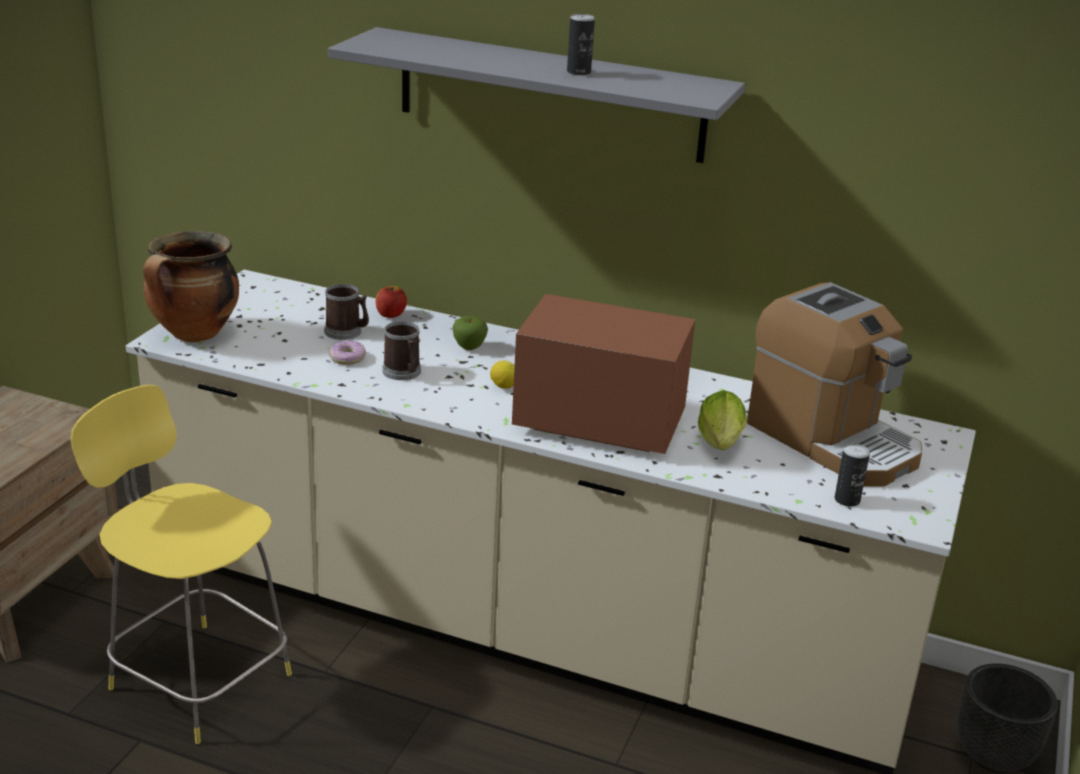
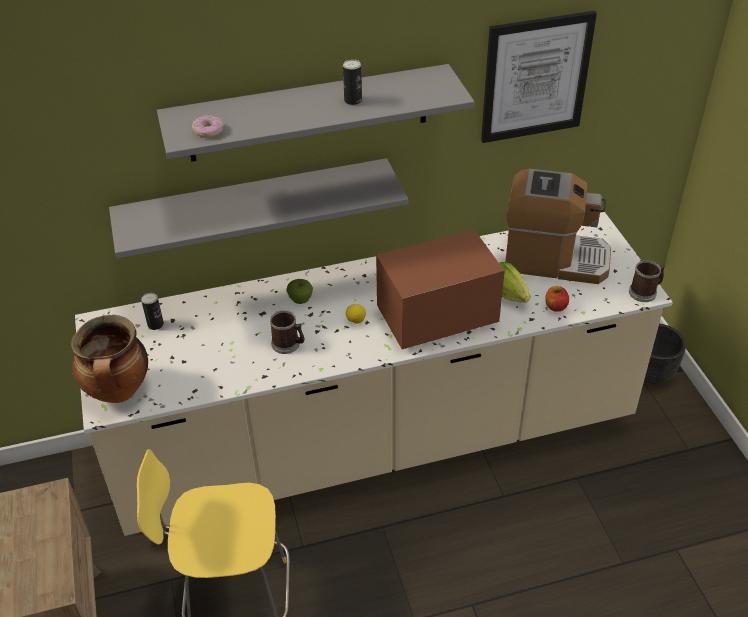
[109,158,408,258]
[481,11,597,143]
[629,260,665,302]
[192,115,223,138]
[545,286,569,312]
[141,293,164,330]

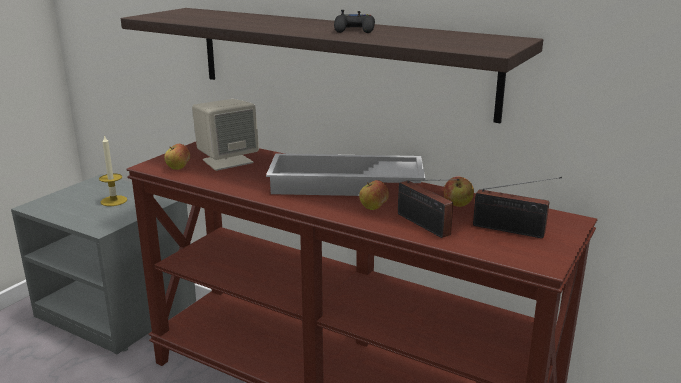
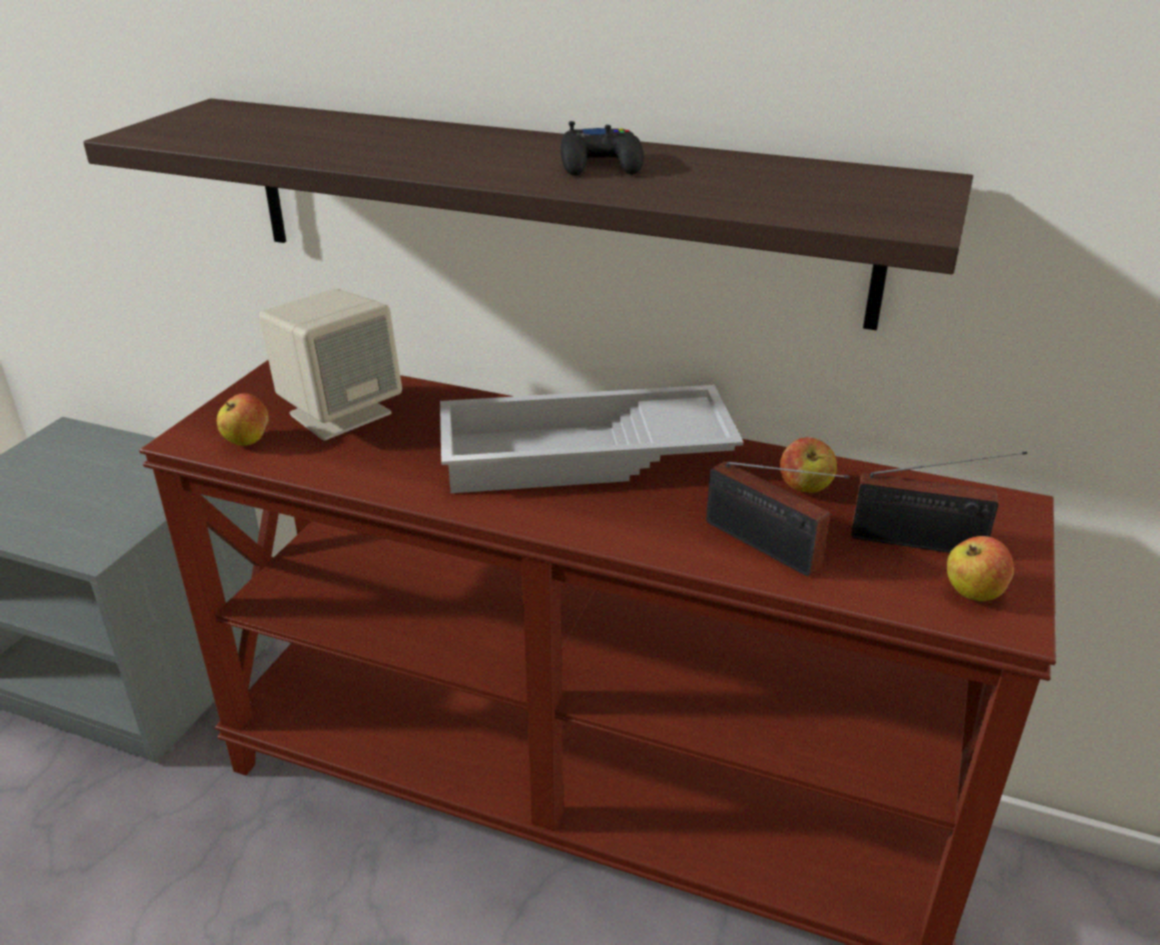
[99,135,127,206] (first image)
[947,536,1014,601]

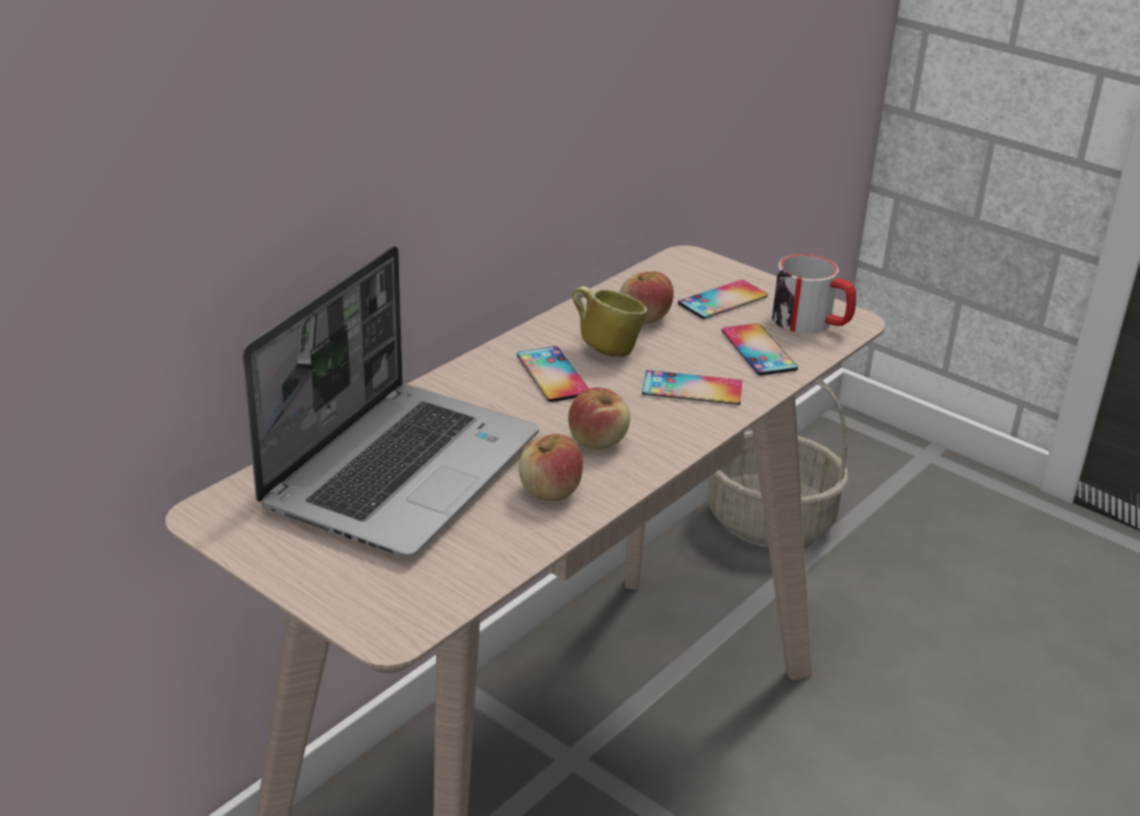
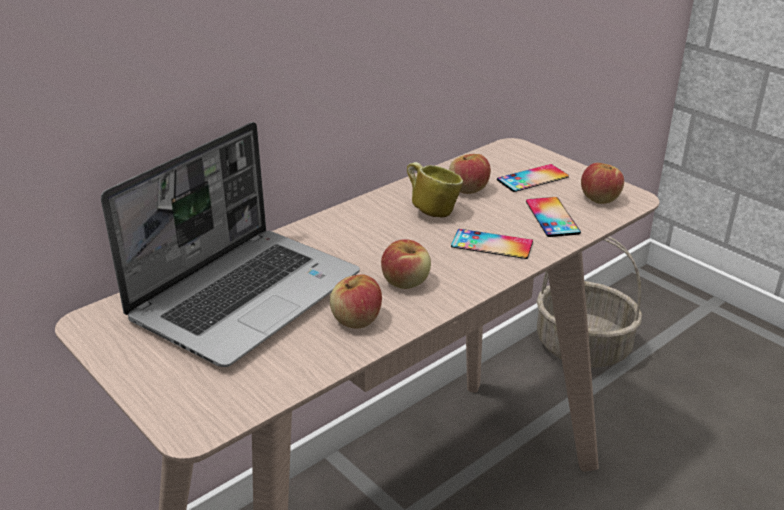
[517,346,589,402] (first image)
[581,163,624,204]

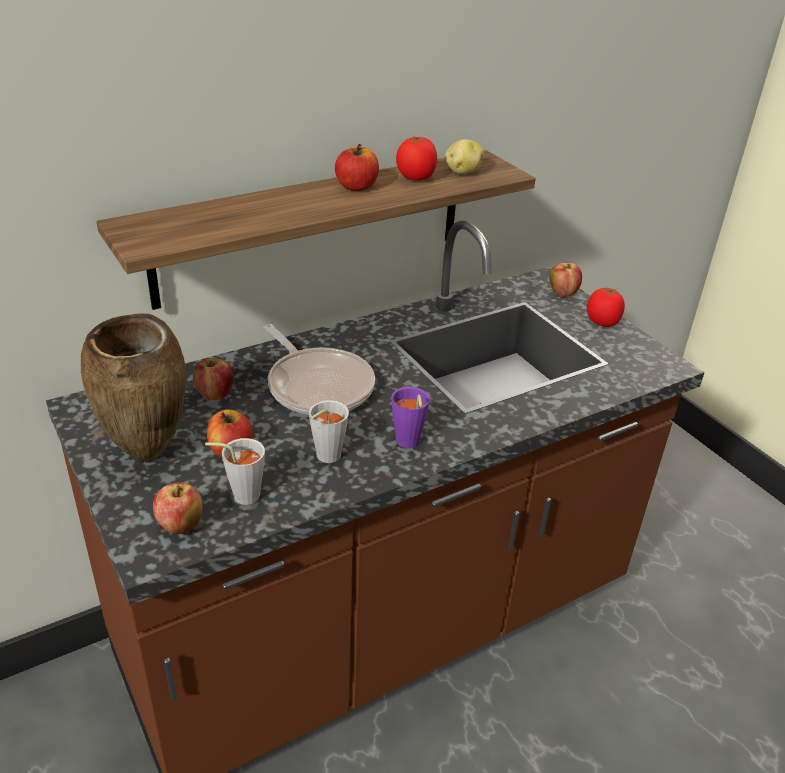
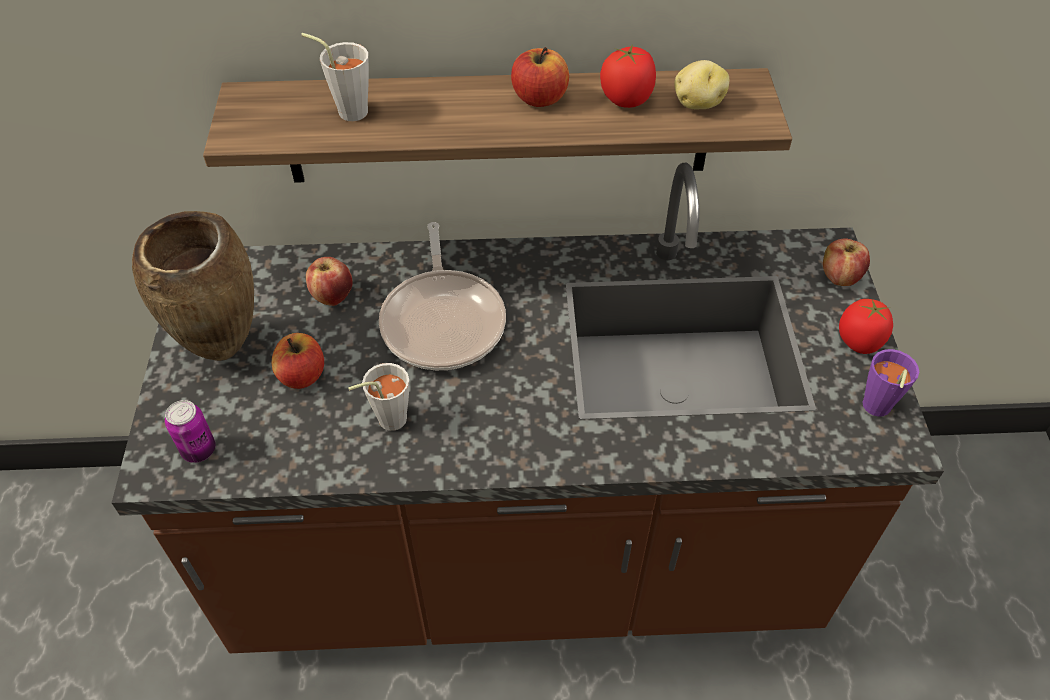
[301,33,369,121]
[862,349,919,417]
[165,400,216,463]

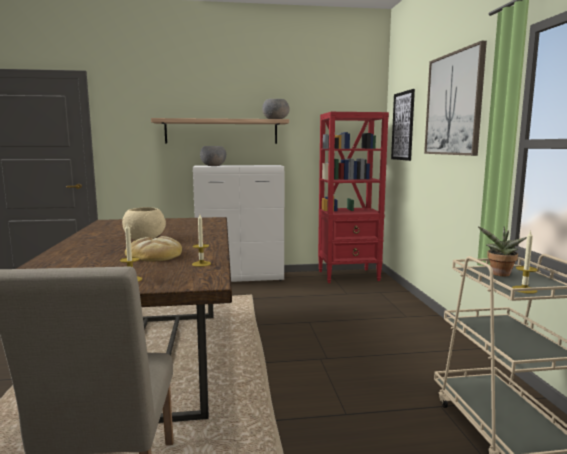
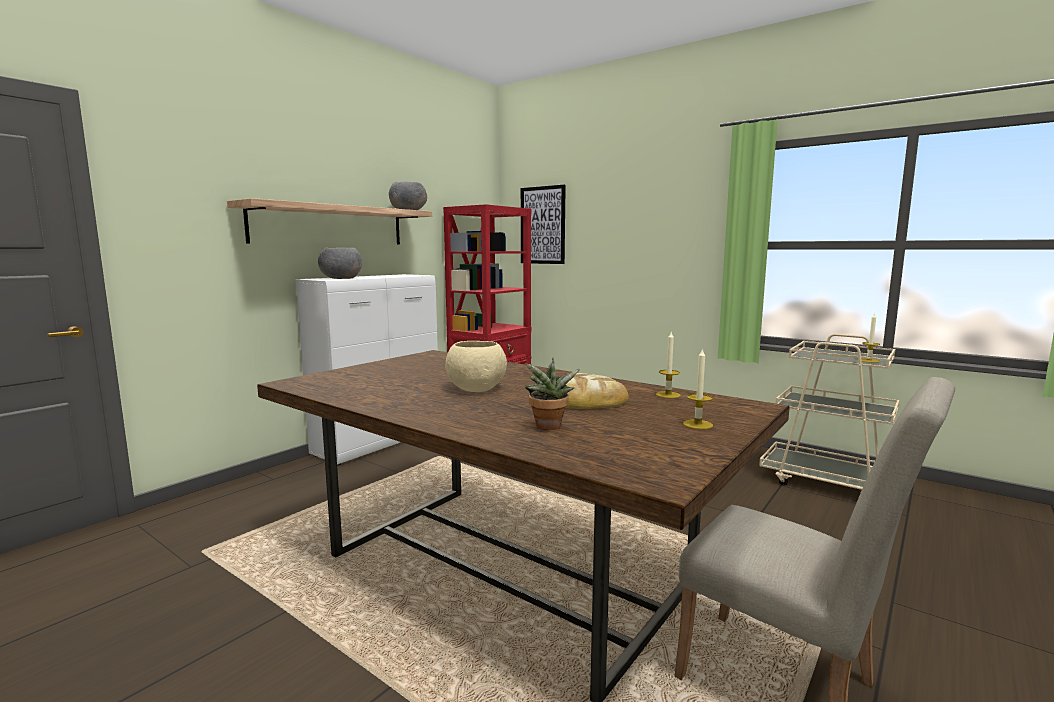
[424,41,487,156] (first image)
[525,358,580,430]

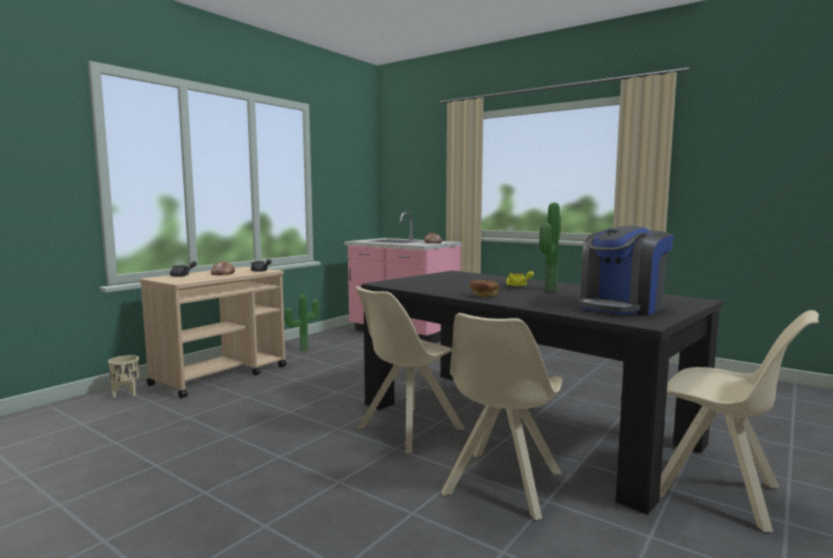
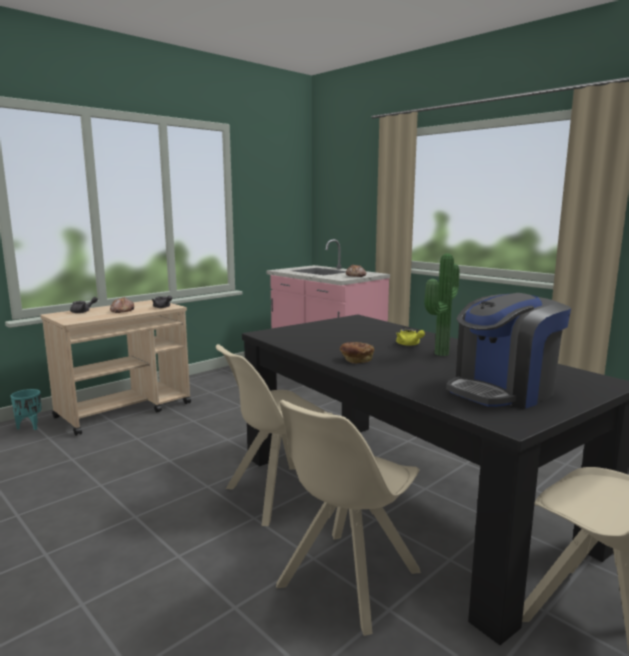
[285,294,319,351] (first image)
[11,389,42,430]

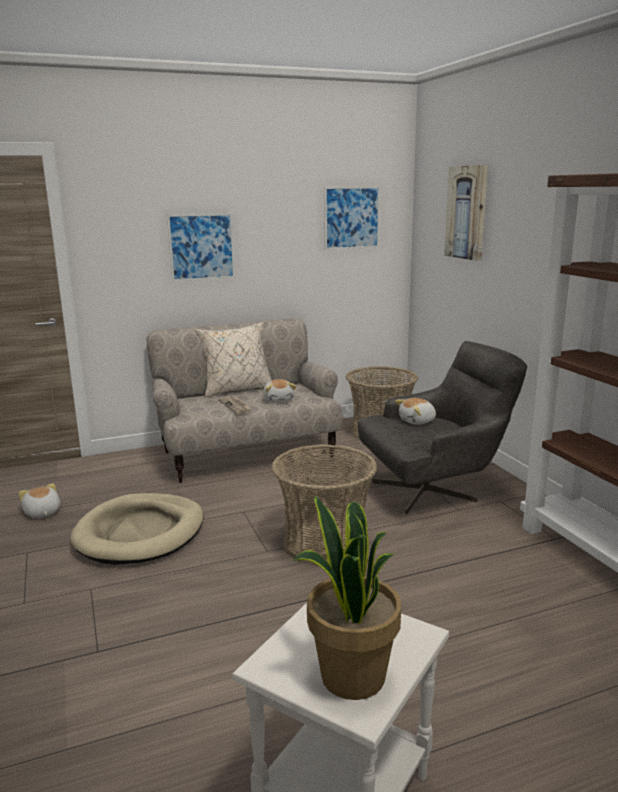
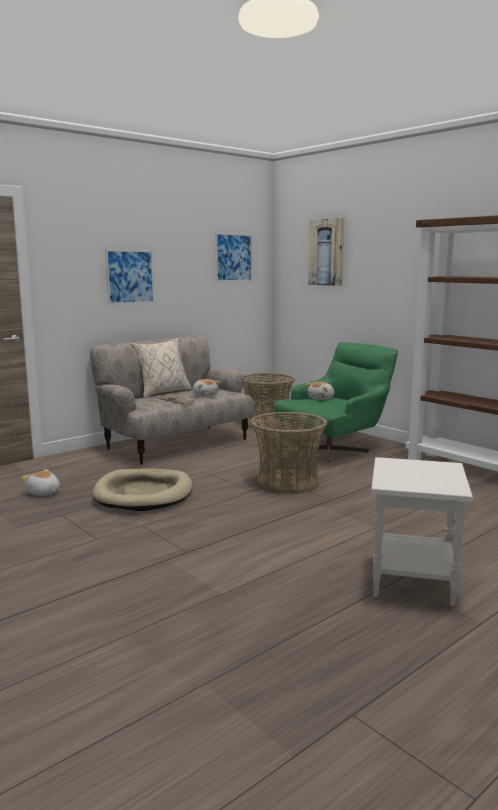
[293,495,401,700] (first image)
[275,342,398,463]

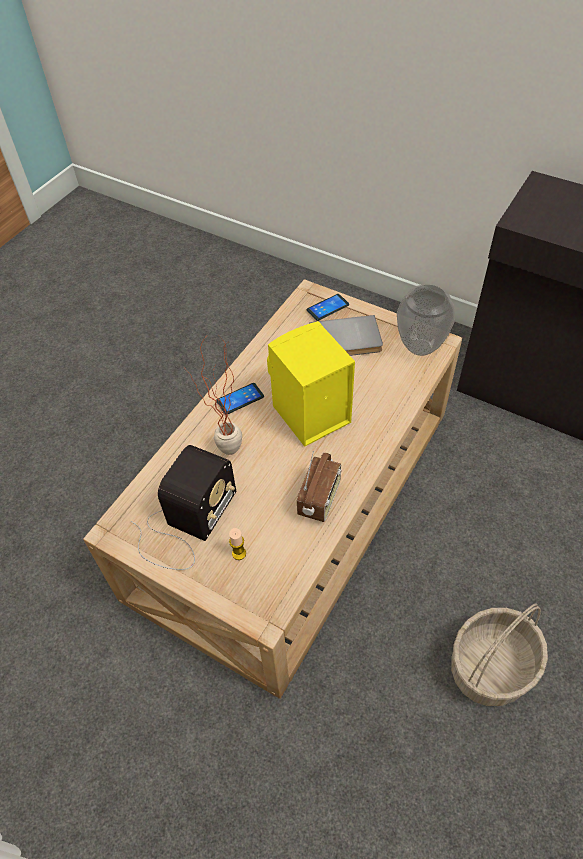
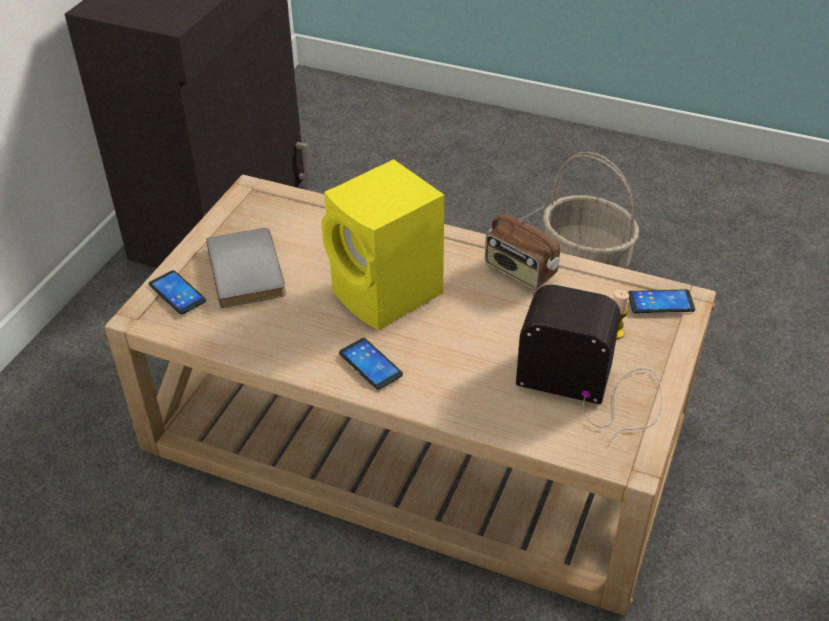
[186,336,242,455] (first image)
[397,284,455,356] (first image)
[628,289,695,313]
[485,206,560,290]

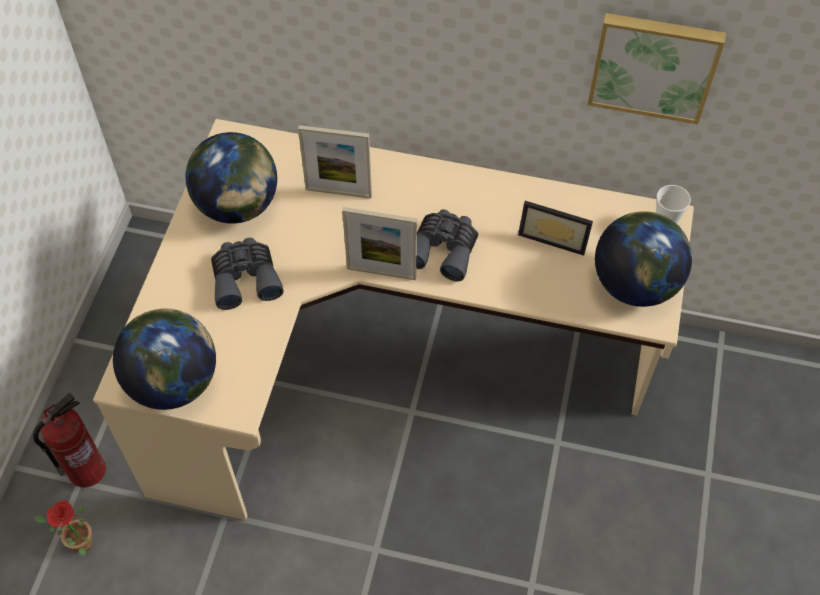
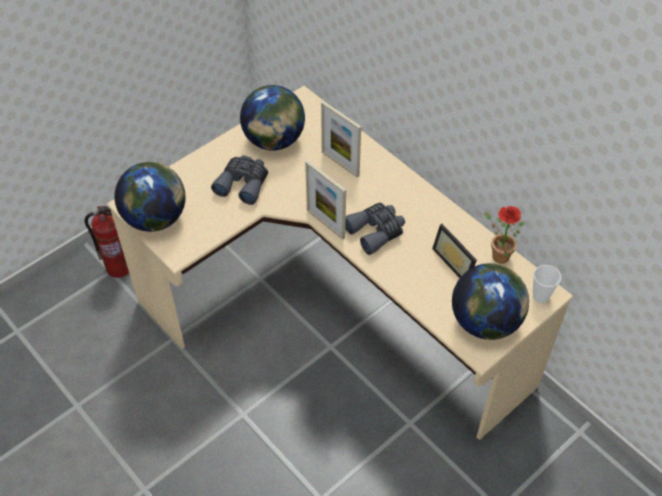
[587,13,726,124] (first image)
[484,206,525,264]

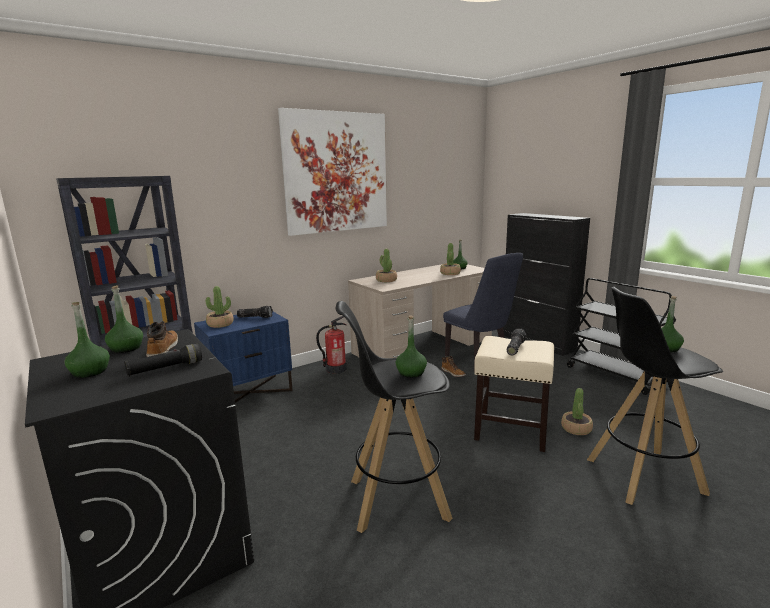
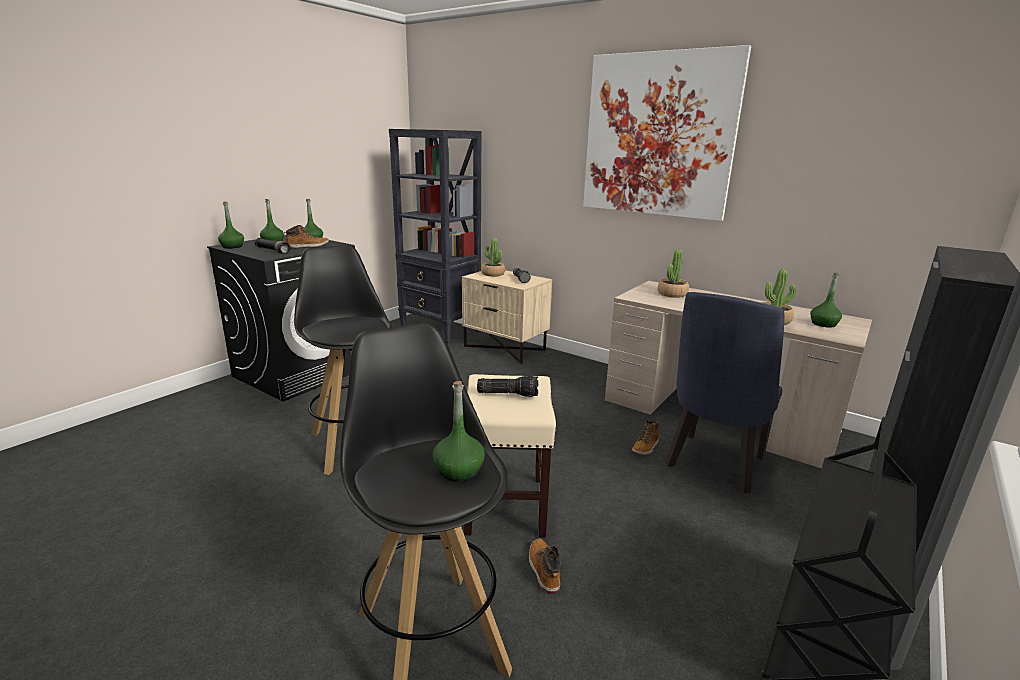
[316,316,346,374] (first image)
[218,201,244,249]
[529,538,561,594]
[462,270,552,364]

